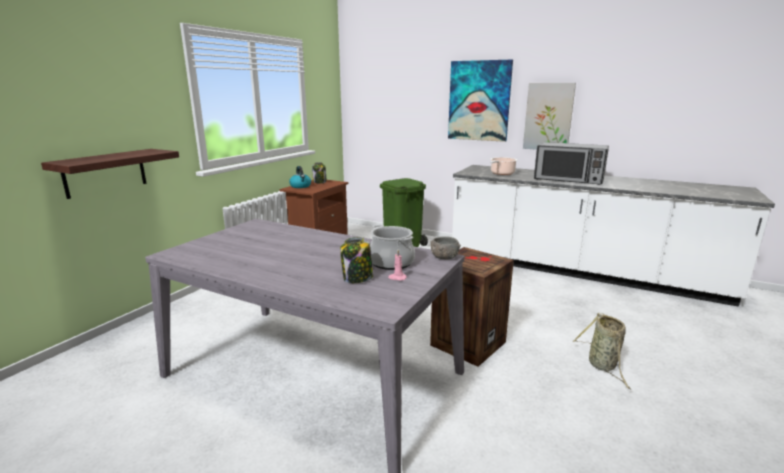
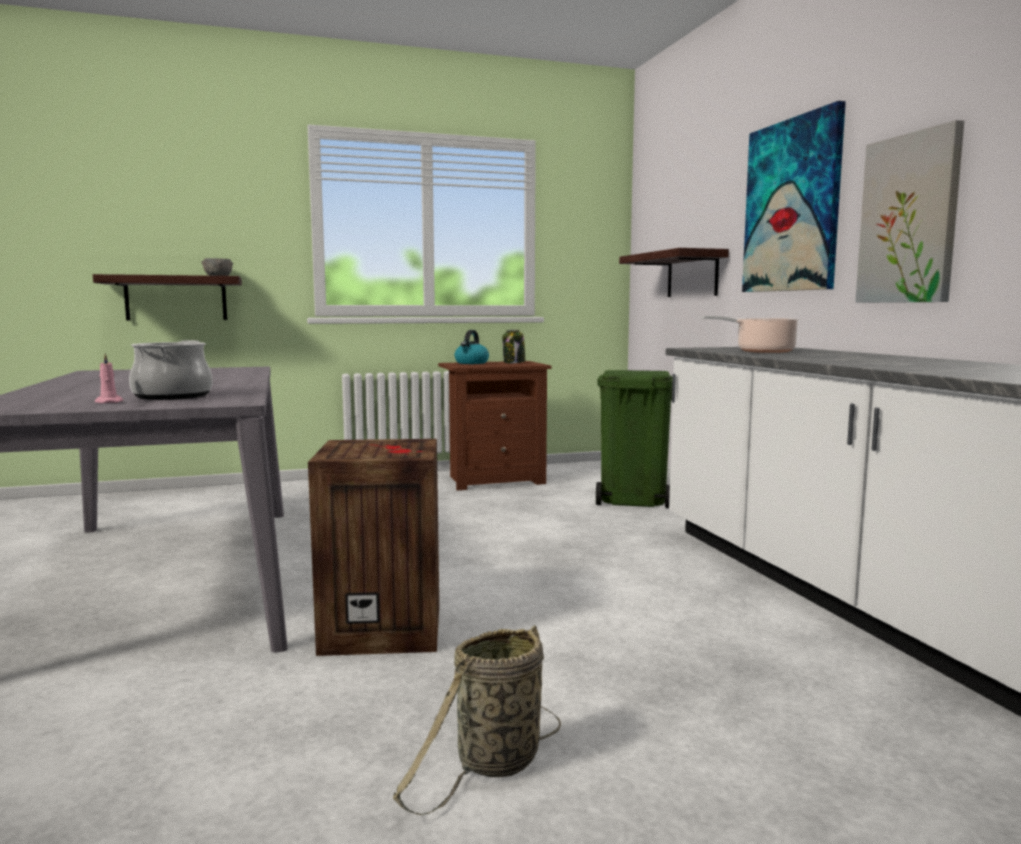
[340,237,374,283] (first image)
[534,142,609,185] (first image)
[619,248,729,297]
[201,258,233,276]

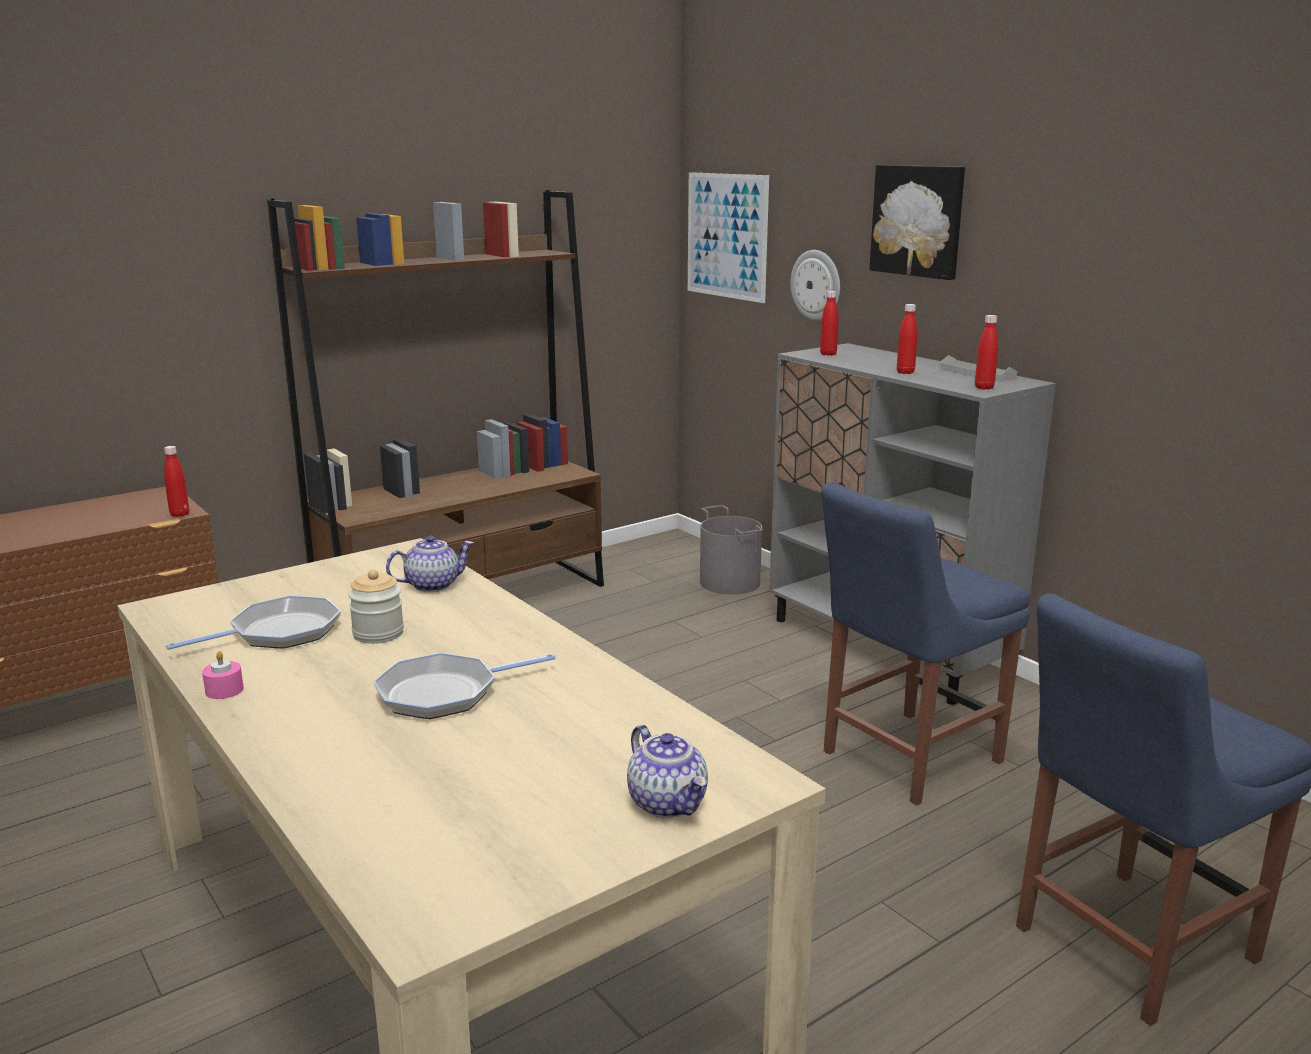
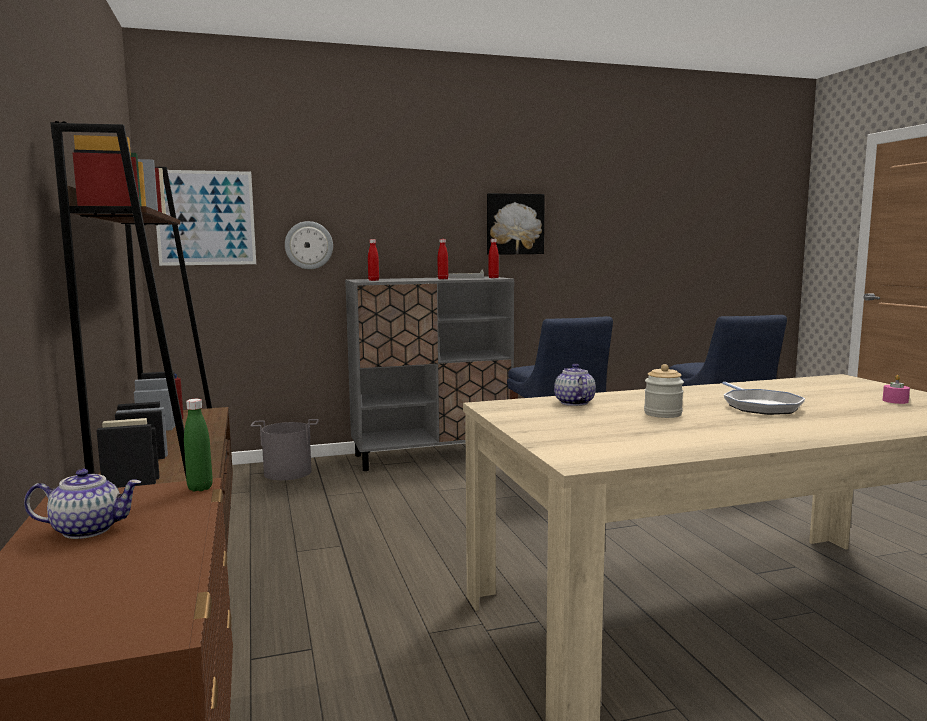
[166,596,341,650] (first image)
[883,375,910,404]
[24,469,141,539]
[487,193,545,255]
[184,399,213,492]

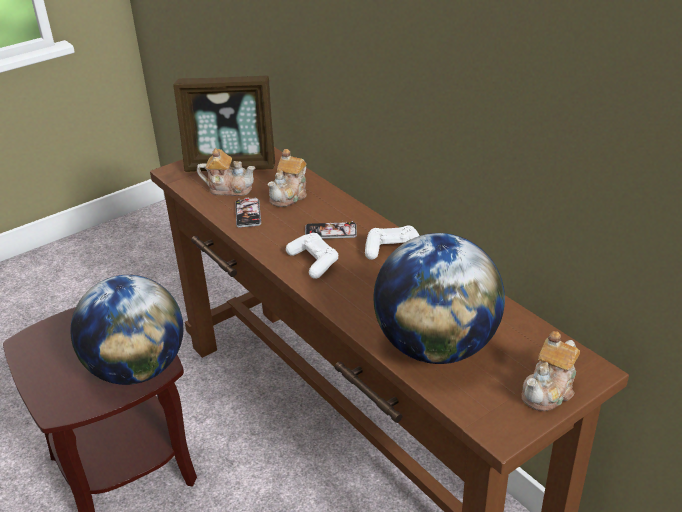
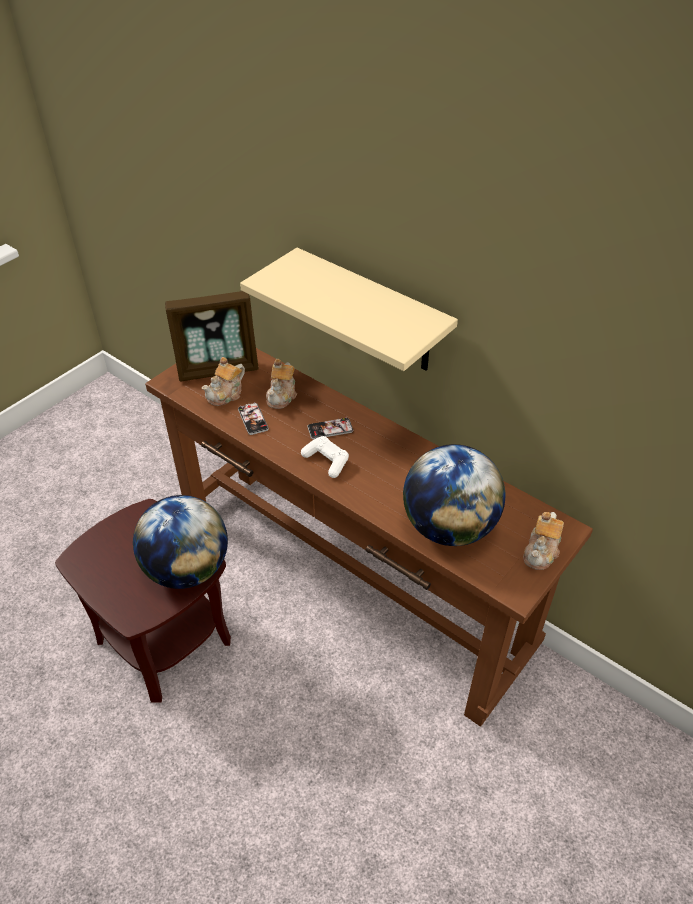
[365,225,419,260] (first image)
[240,248,458,371]
[202,357,245,406]

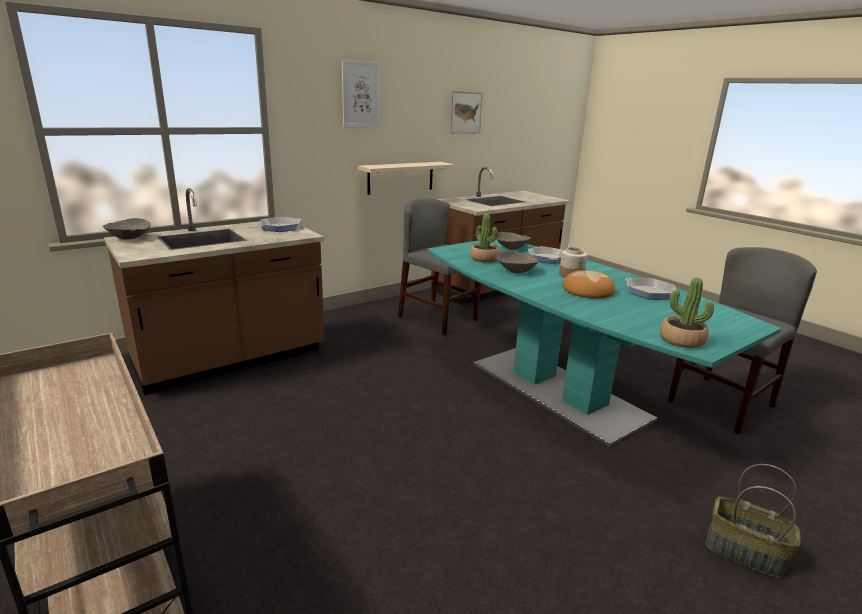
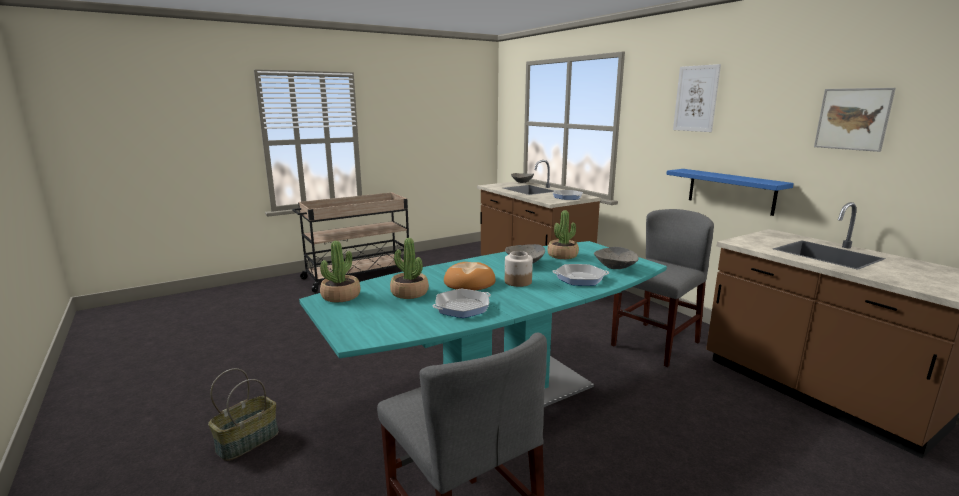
[390,238,429,299]
[666,169,794,216]

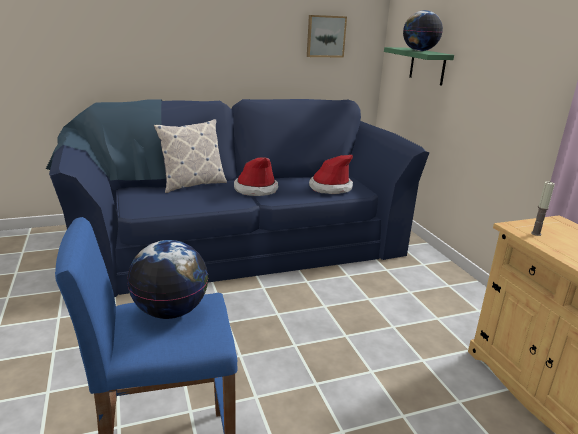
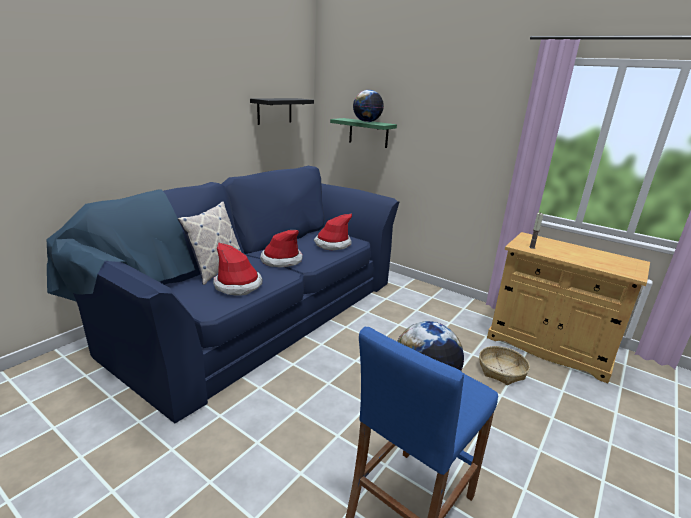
[213,242,263,296]
[479,346,530,385]
[250,98,314,125]

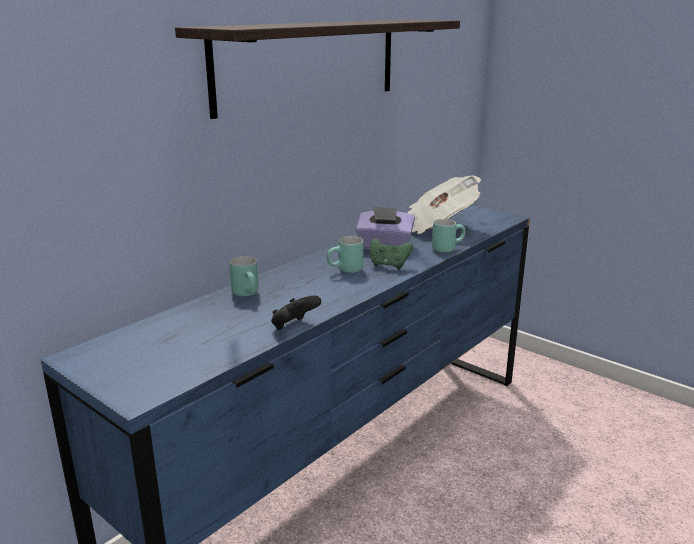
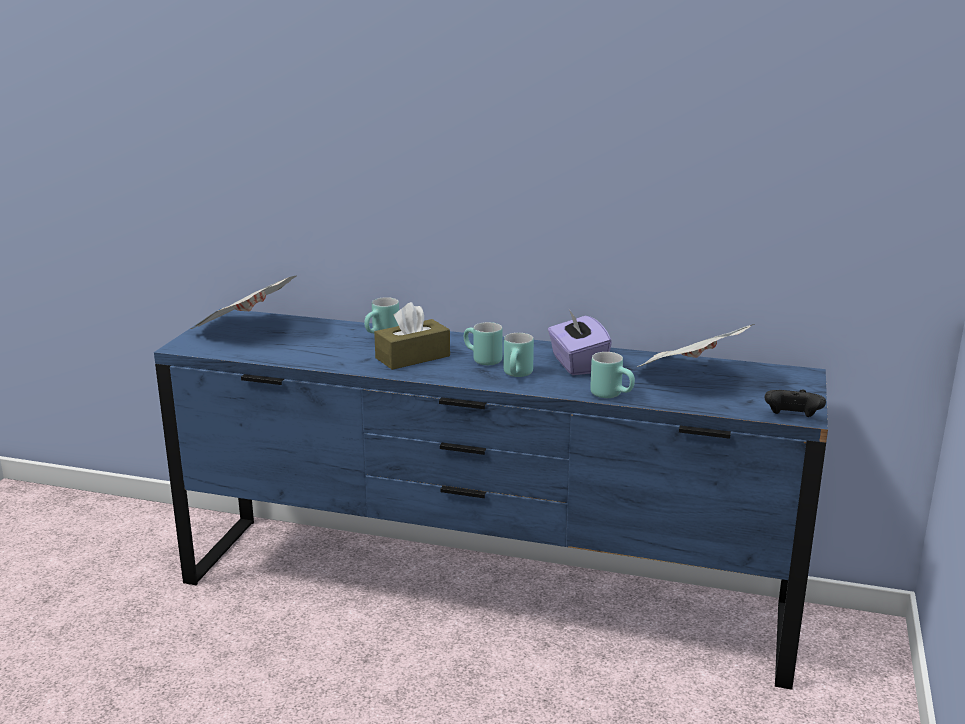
[175,19,460,119] (first image)
[191,276,297,329]
[374,302,450,370]
[764,390,826,417]
[504,333,534,377]

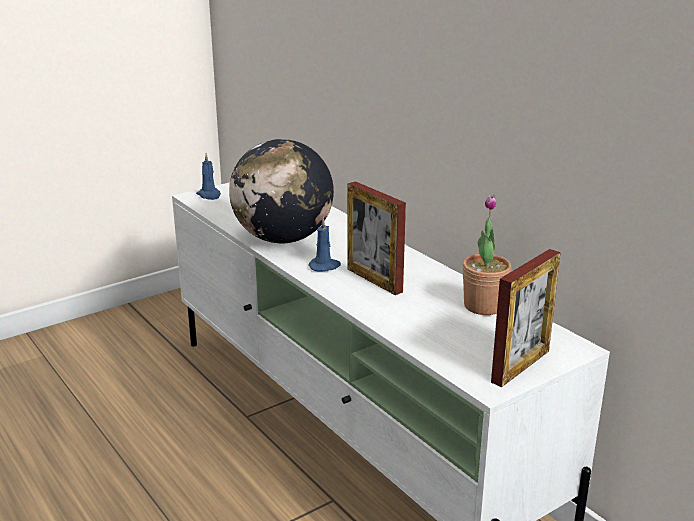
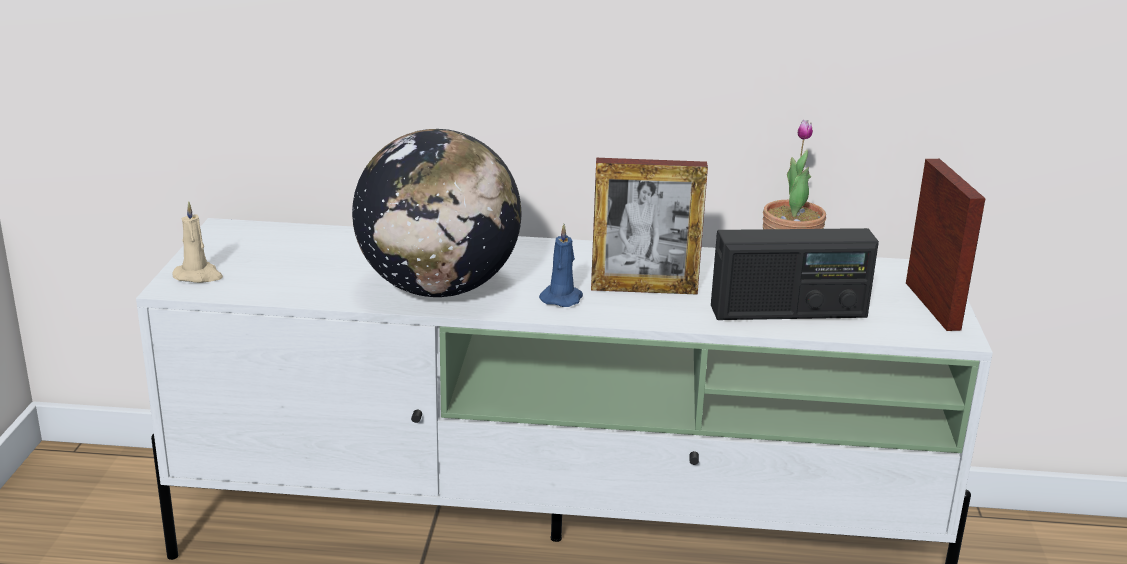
[711,228,879,320]
[172,202,223,283]

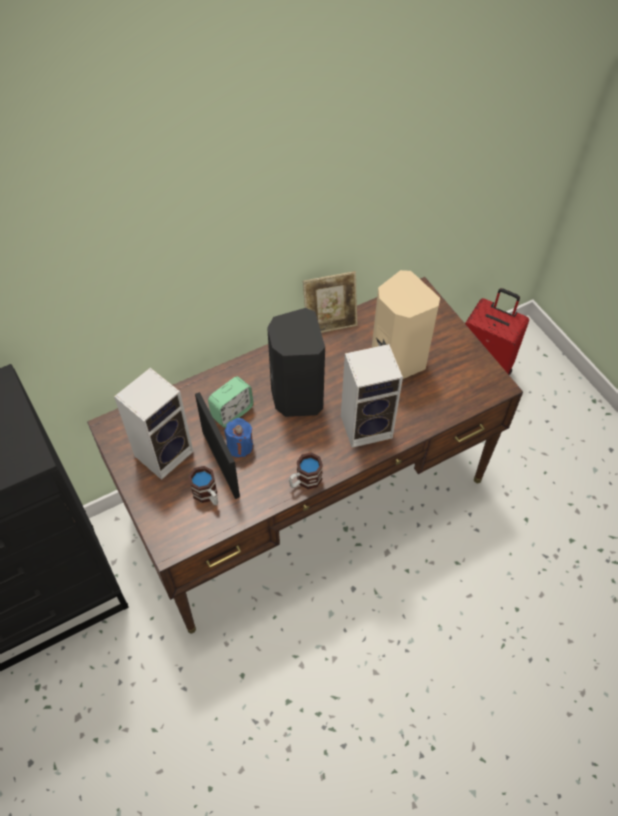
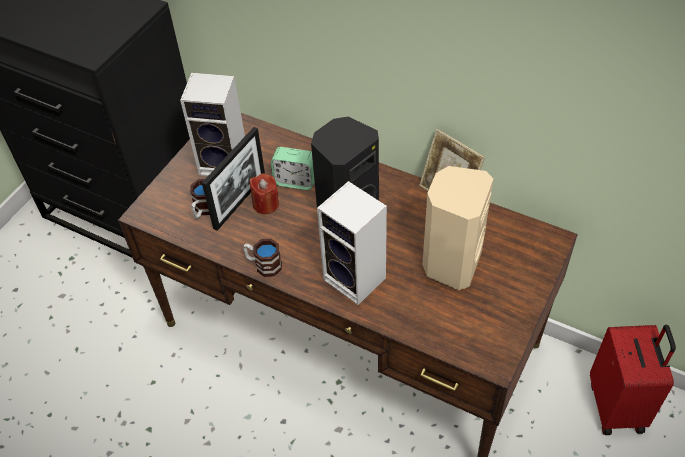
[250,173,279,214]

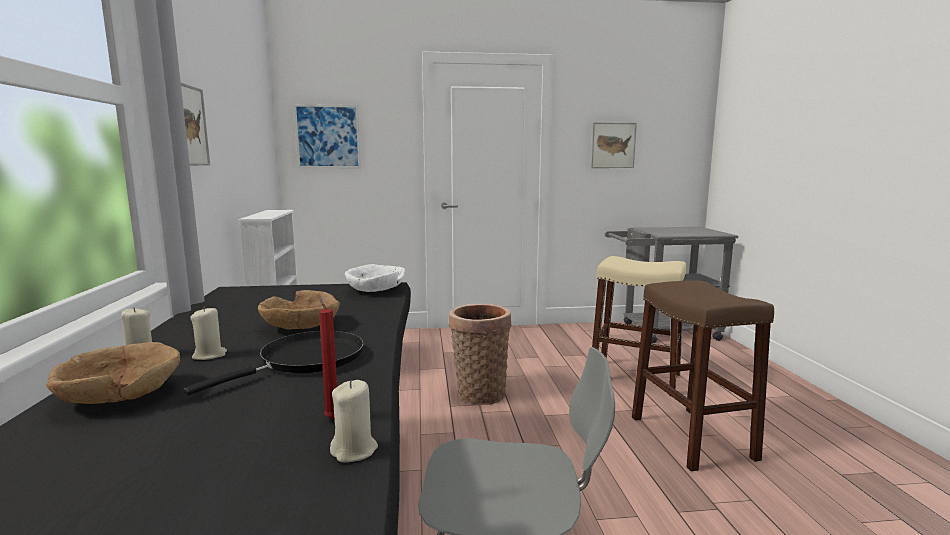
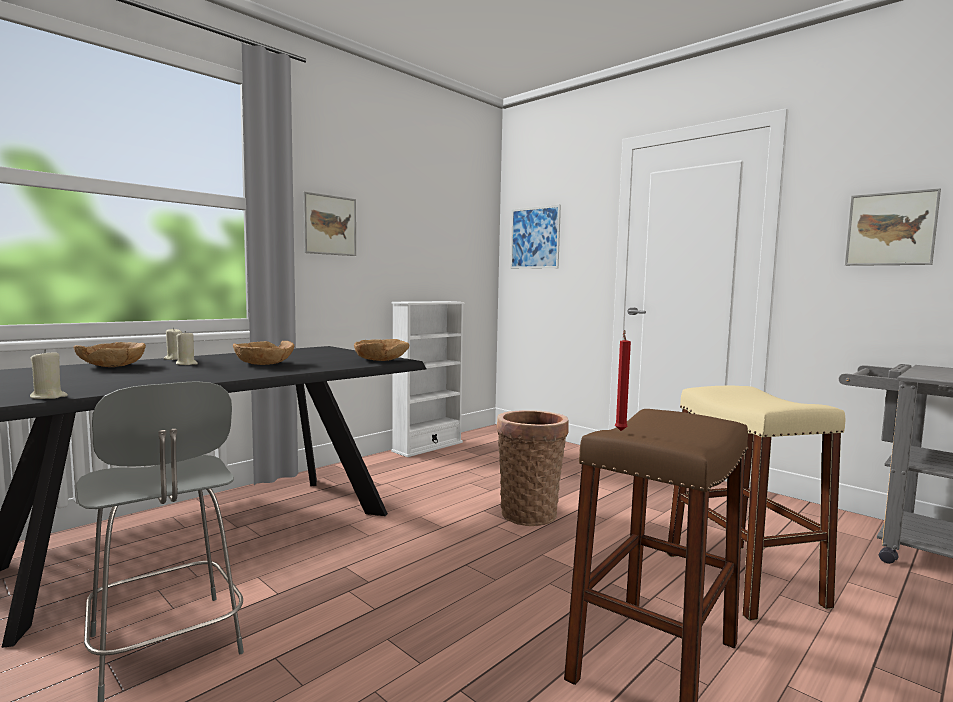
[183,331,364,395] (first image)
[615,330,631,431]
[354,339,409,361]

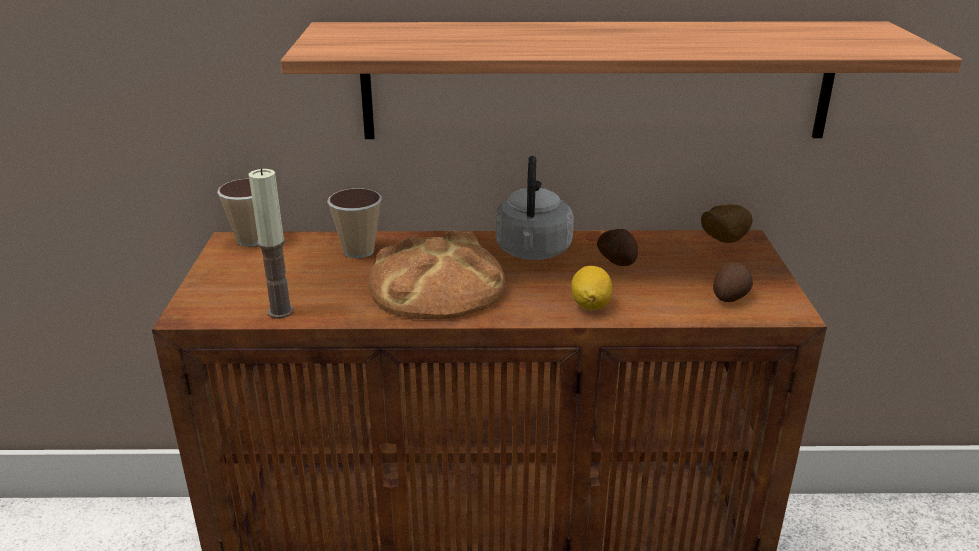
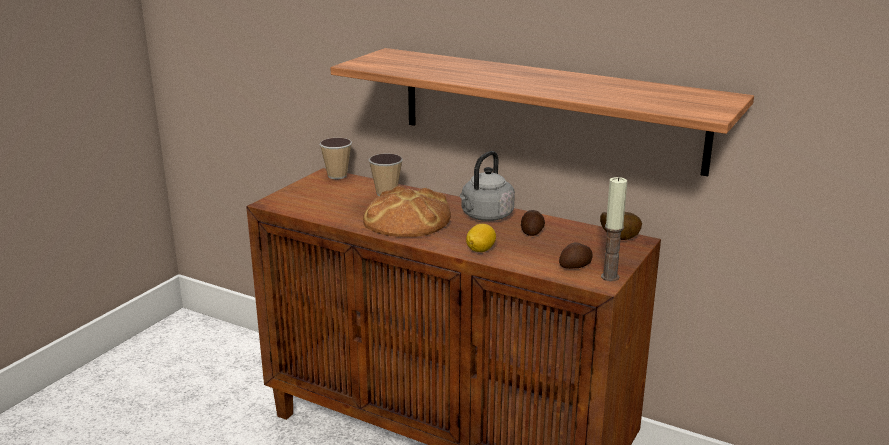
[601,177,627,281]

